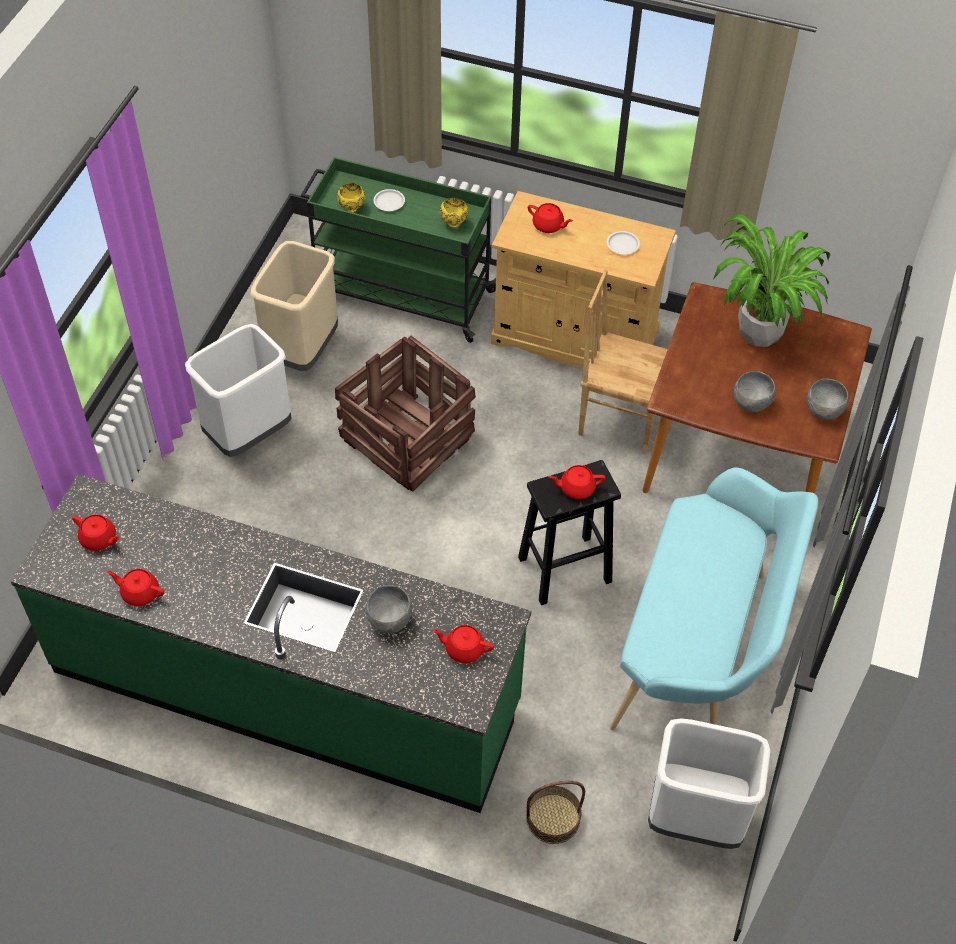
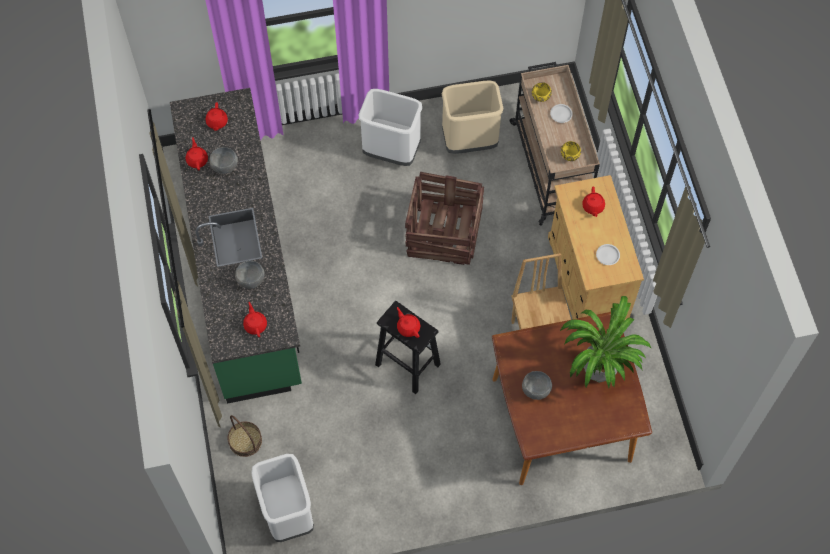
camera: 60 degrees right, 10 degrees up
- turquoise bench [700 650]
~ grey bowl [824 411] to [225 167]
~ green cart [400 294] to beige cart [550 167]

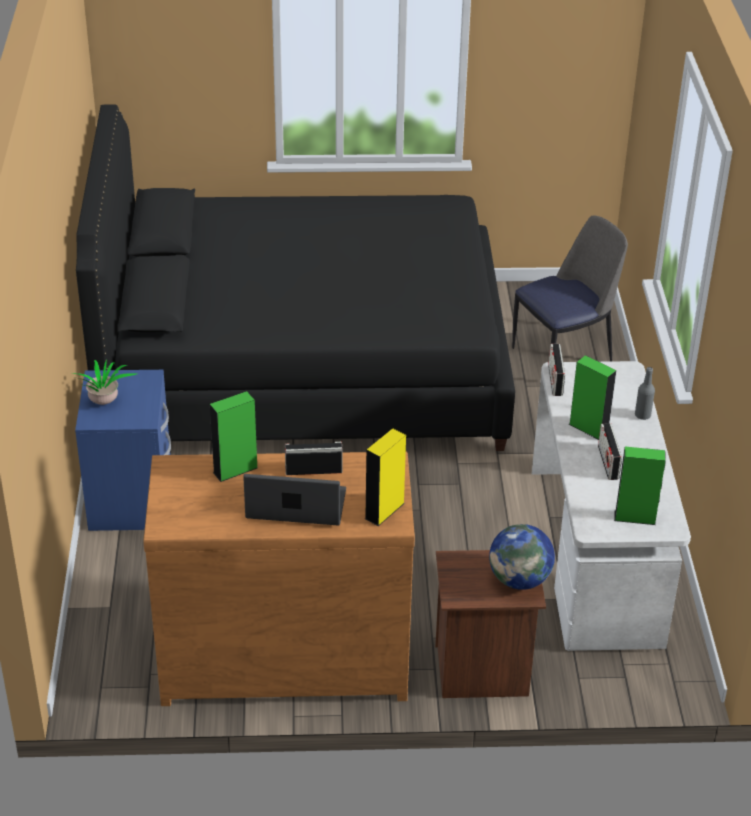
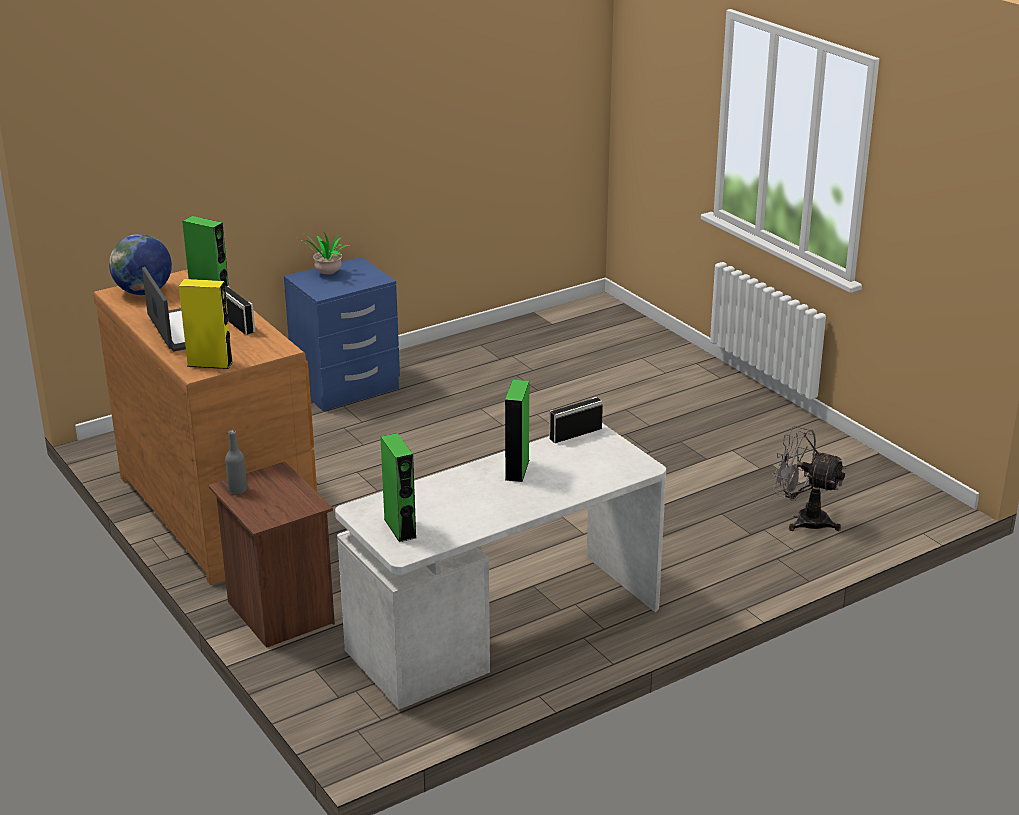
camera: 60 degrees right, 10 degrees down
- black bed [303 367]
- radio [608 462]
~ globe [519 580] to [144 292]
~ grey bottle [642 415] to [237 490]
~ chair [564 354] to grey fan [803 519]

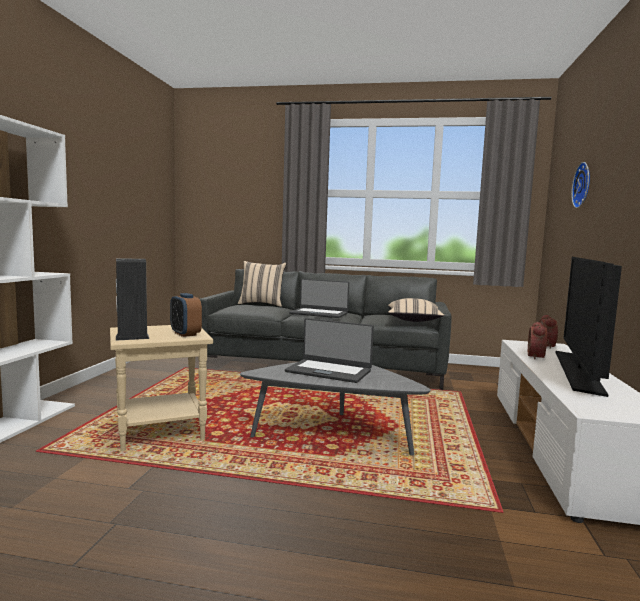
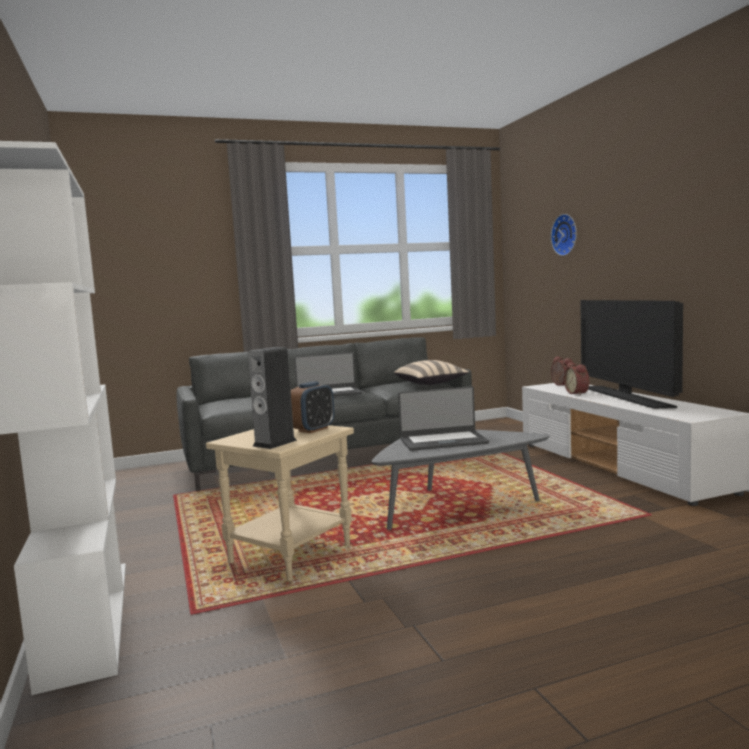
camera: 30 degrees left, 0 degrees up
- beige pillow [262 304]
~ alarm clock [185 334] = [313 429] 75 degrees counterclockwise

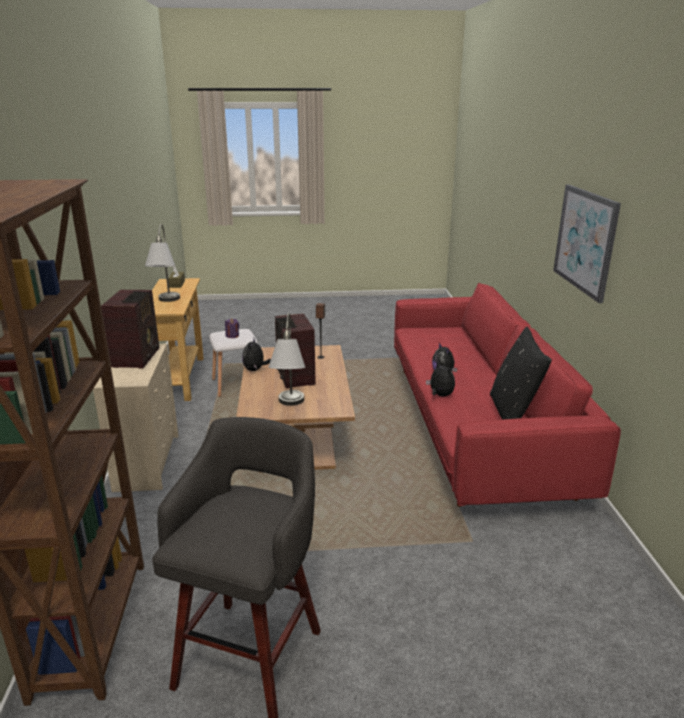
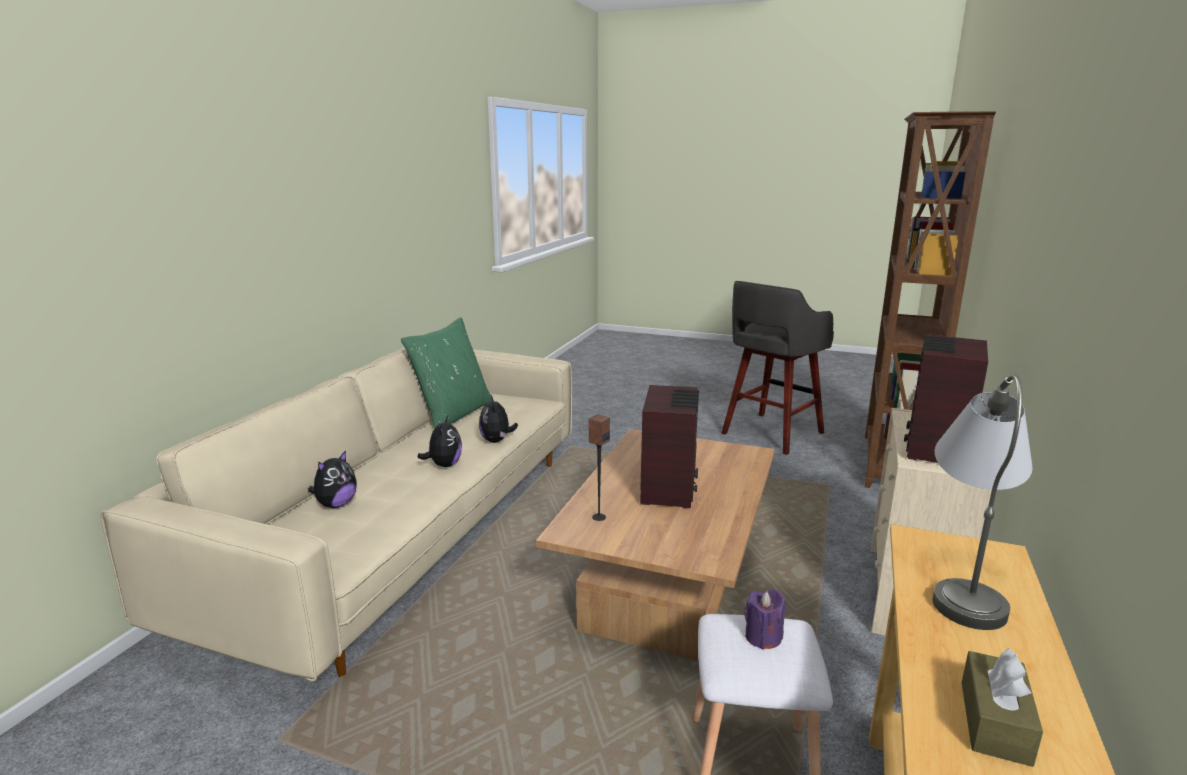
camera: 155 degrees left, 5 degrees down
- grey table lamp [289 408]
- picture [585 240]
~ plush toy [255 370] to [336 504]
~ red sofa [474 425] to beige sofa [409 531]
~ black pillow [513 413] to green pillow [453 414]

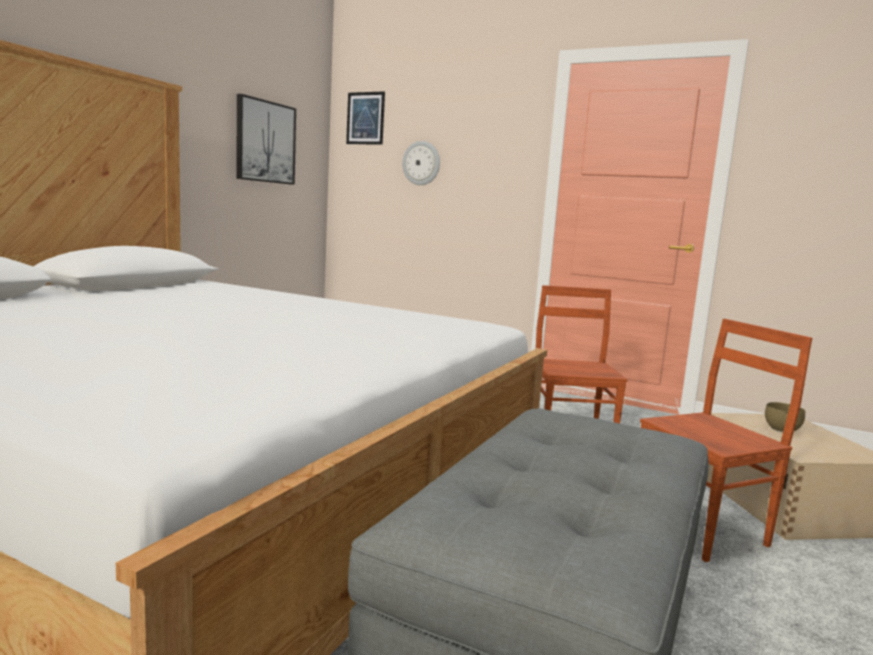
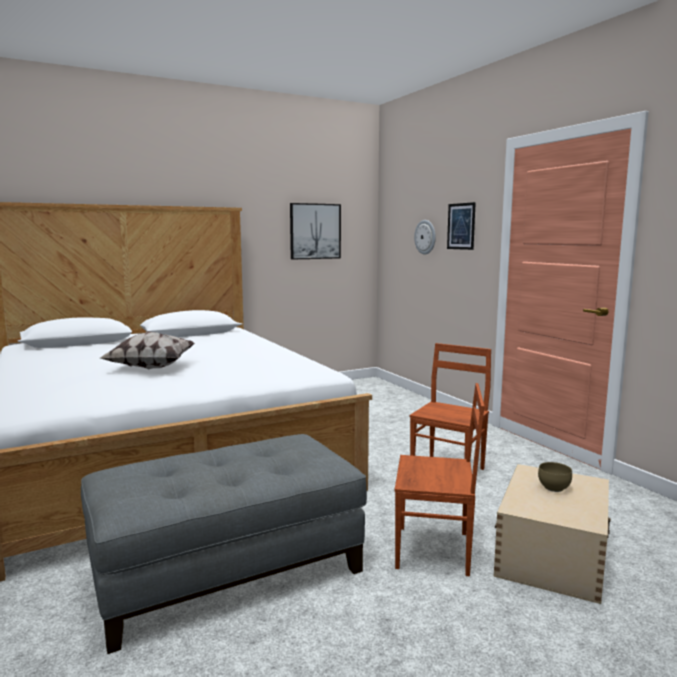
camera: 35 degrees right, 0 degrees up
+ pillow [150 367]
~ picture [365 118] to [461 226]

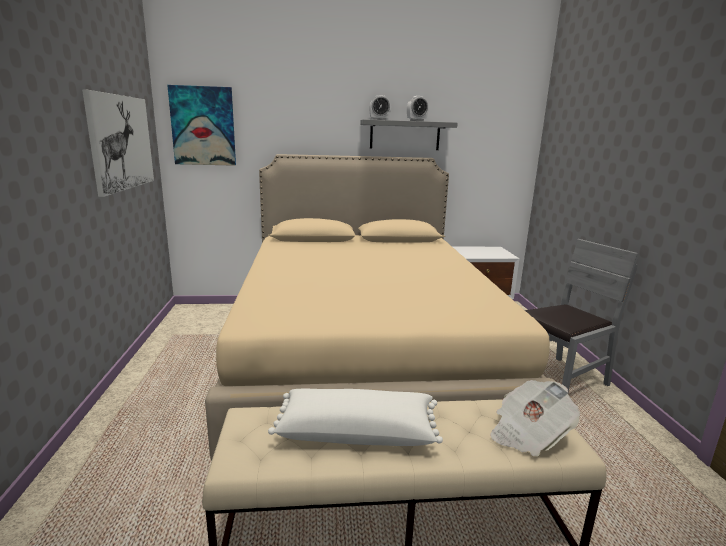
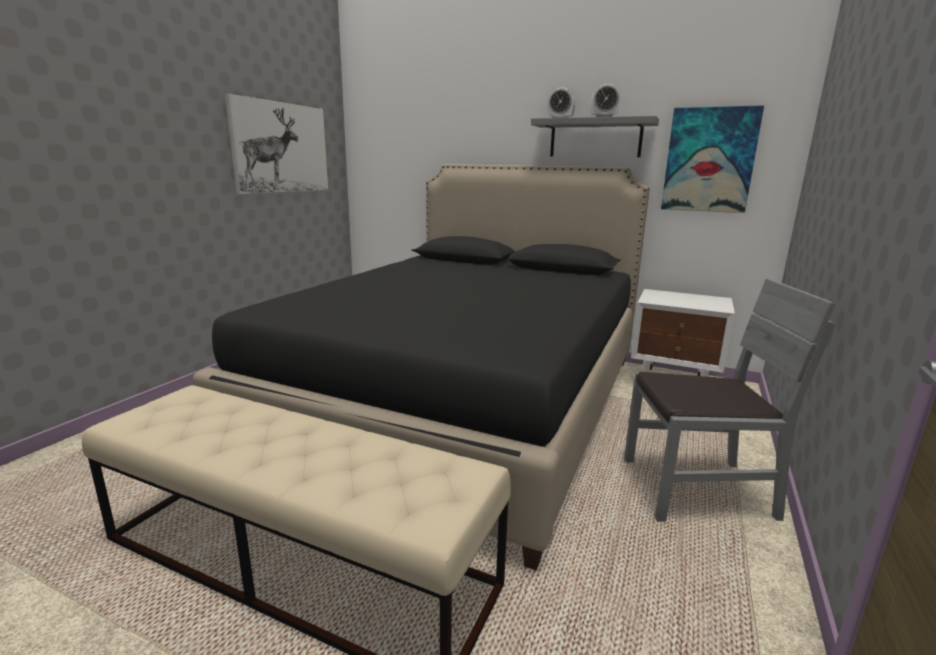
camera: 30 degrees right, 0 degrees up
- white pillow [357 432]
- newspaper [528 434]
~ picture [203 126] to [709 160]
~ beige bed [363 360] to black bed [463 402]

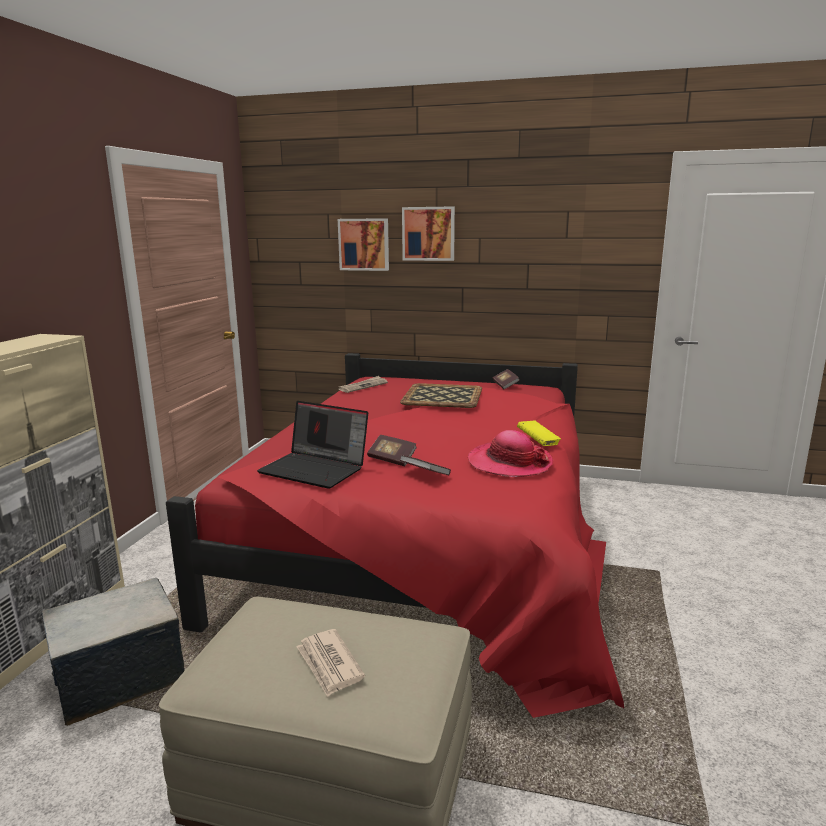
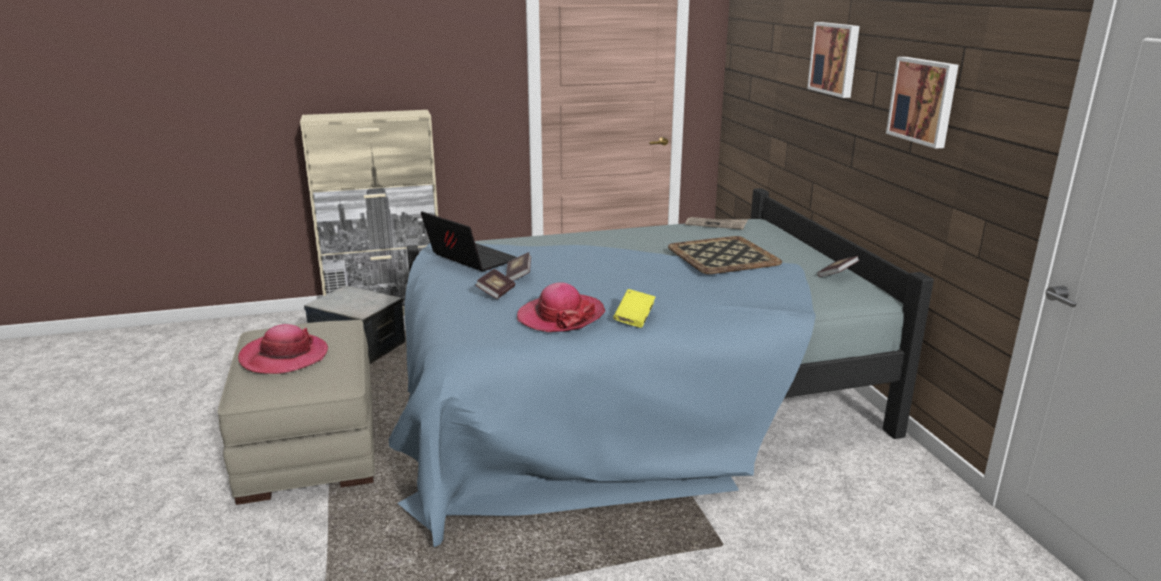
camera: 60 degrees right, 5 degrees up
~ picture [364 244] to [924 101]
~ newspaper [329 664] to hat [284 357]
~ red bed [430 544] to blue bed [626 395]
~ laptop [316 469] = [469 259] 135 degrees clockwise

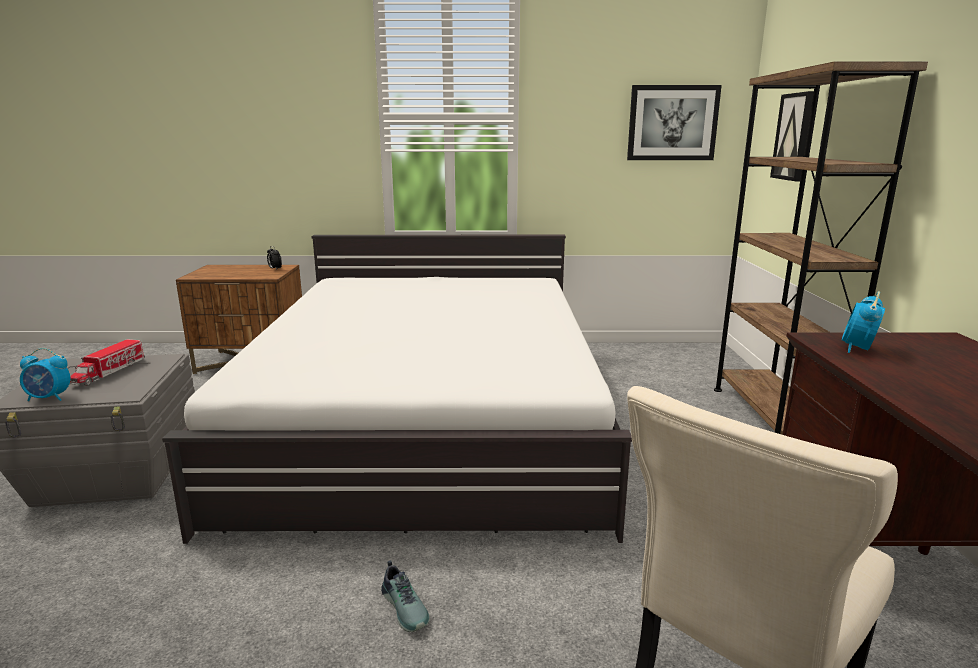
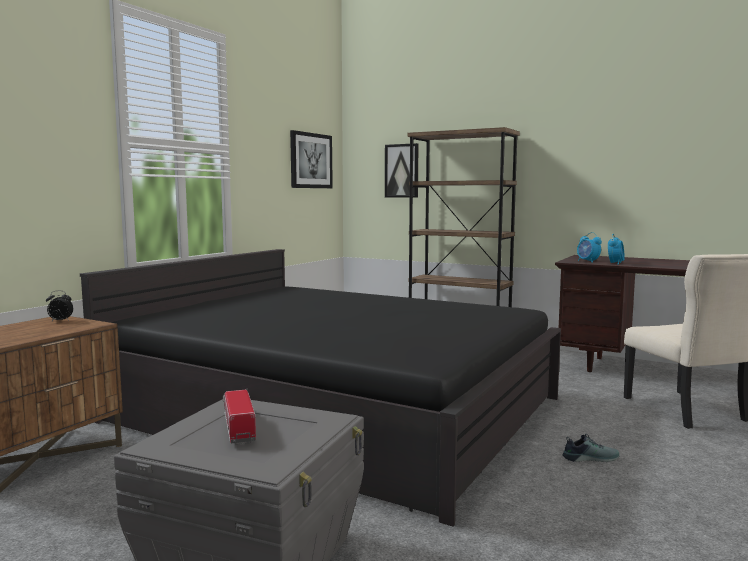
camera: 60 degrees left, 10 degrees down
~ alarm clock [49 398] to [615 263]
~ white bed [429 417] to black bed [335 409]
~ toy truck [109 372] = [238 425] 150 degrees counterclockwise

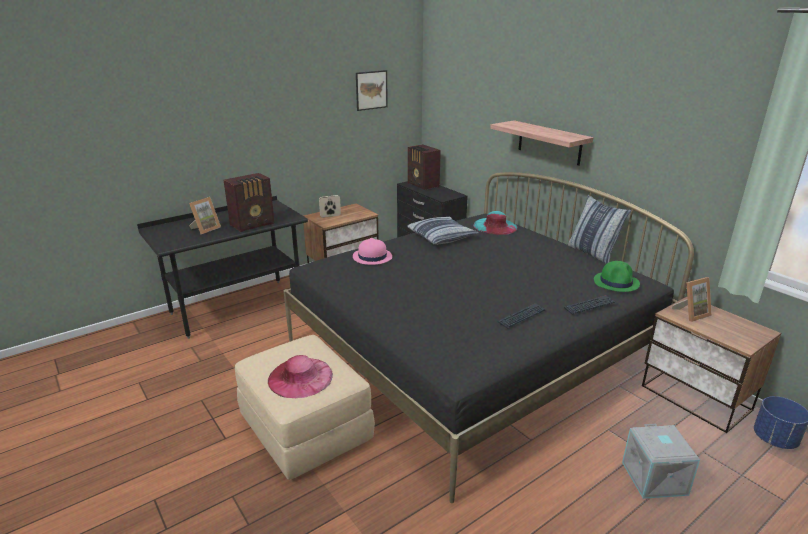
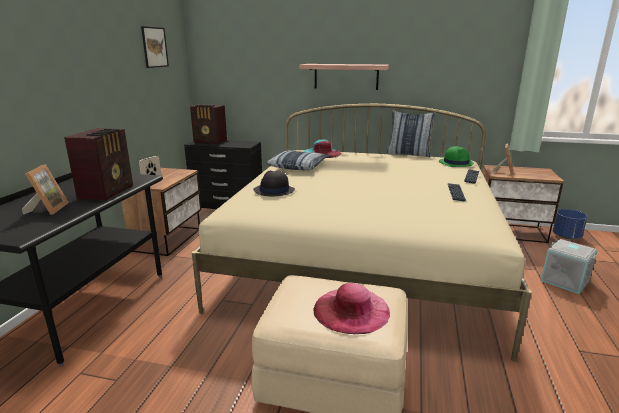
camera: 40 degrees left, 5 degrees down
~ black bed [471 352] to beige bed [364 258]
~ pink hat [372 257] to black hat [273 190]

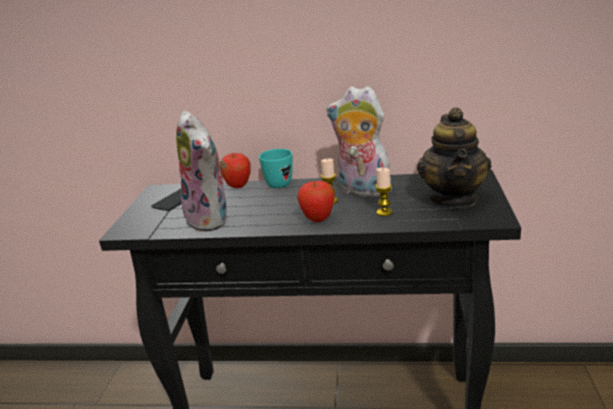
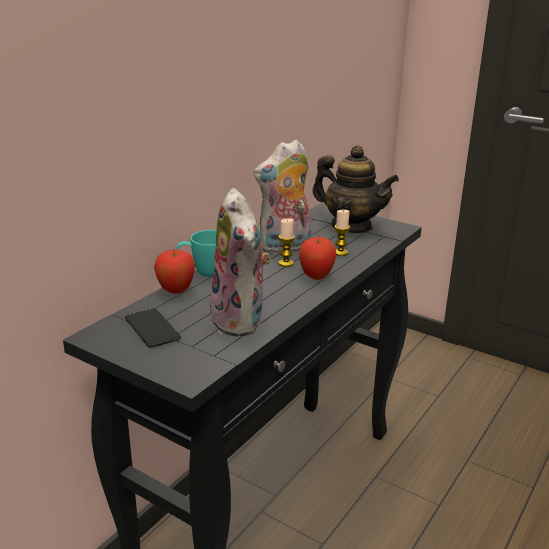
camera: 65 degrees left, 0 degrees up
~ plush toy [212 219] = [241 321] 75 degrees clockwise

